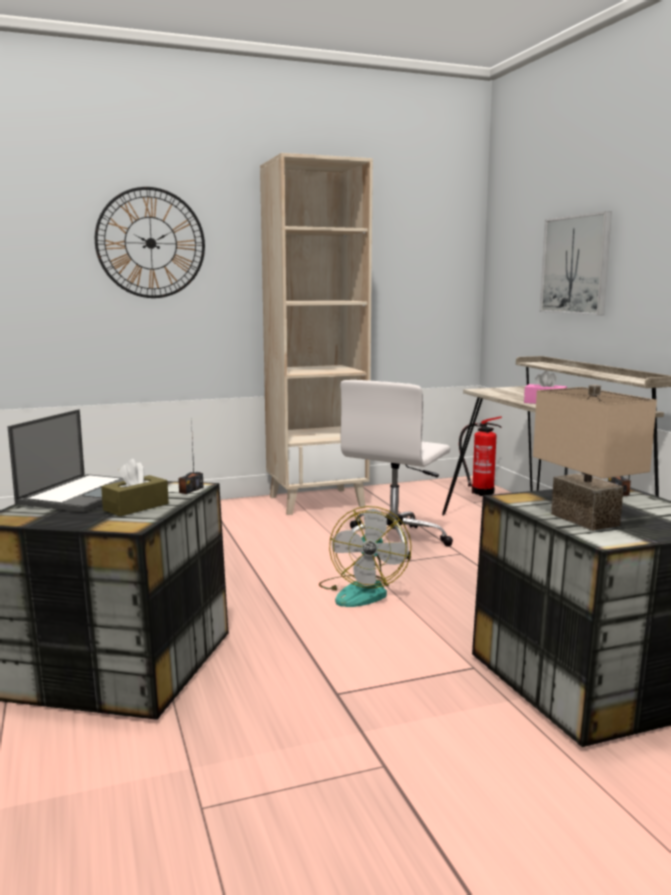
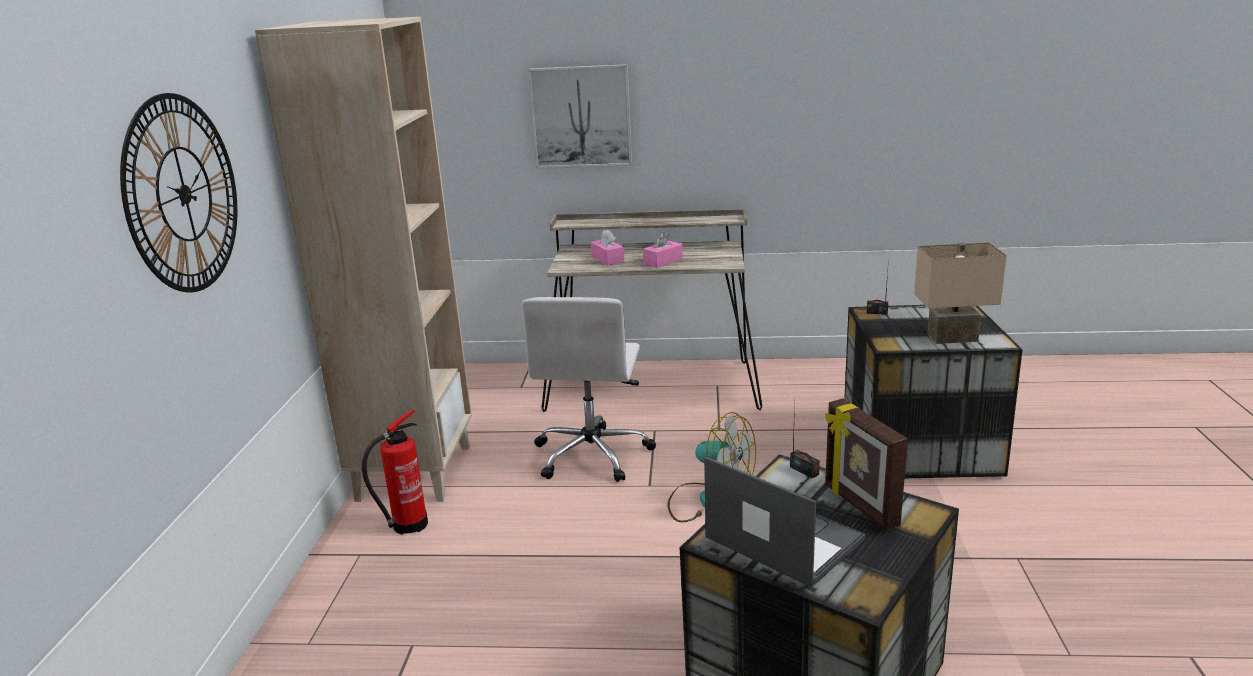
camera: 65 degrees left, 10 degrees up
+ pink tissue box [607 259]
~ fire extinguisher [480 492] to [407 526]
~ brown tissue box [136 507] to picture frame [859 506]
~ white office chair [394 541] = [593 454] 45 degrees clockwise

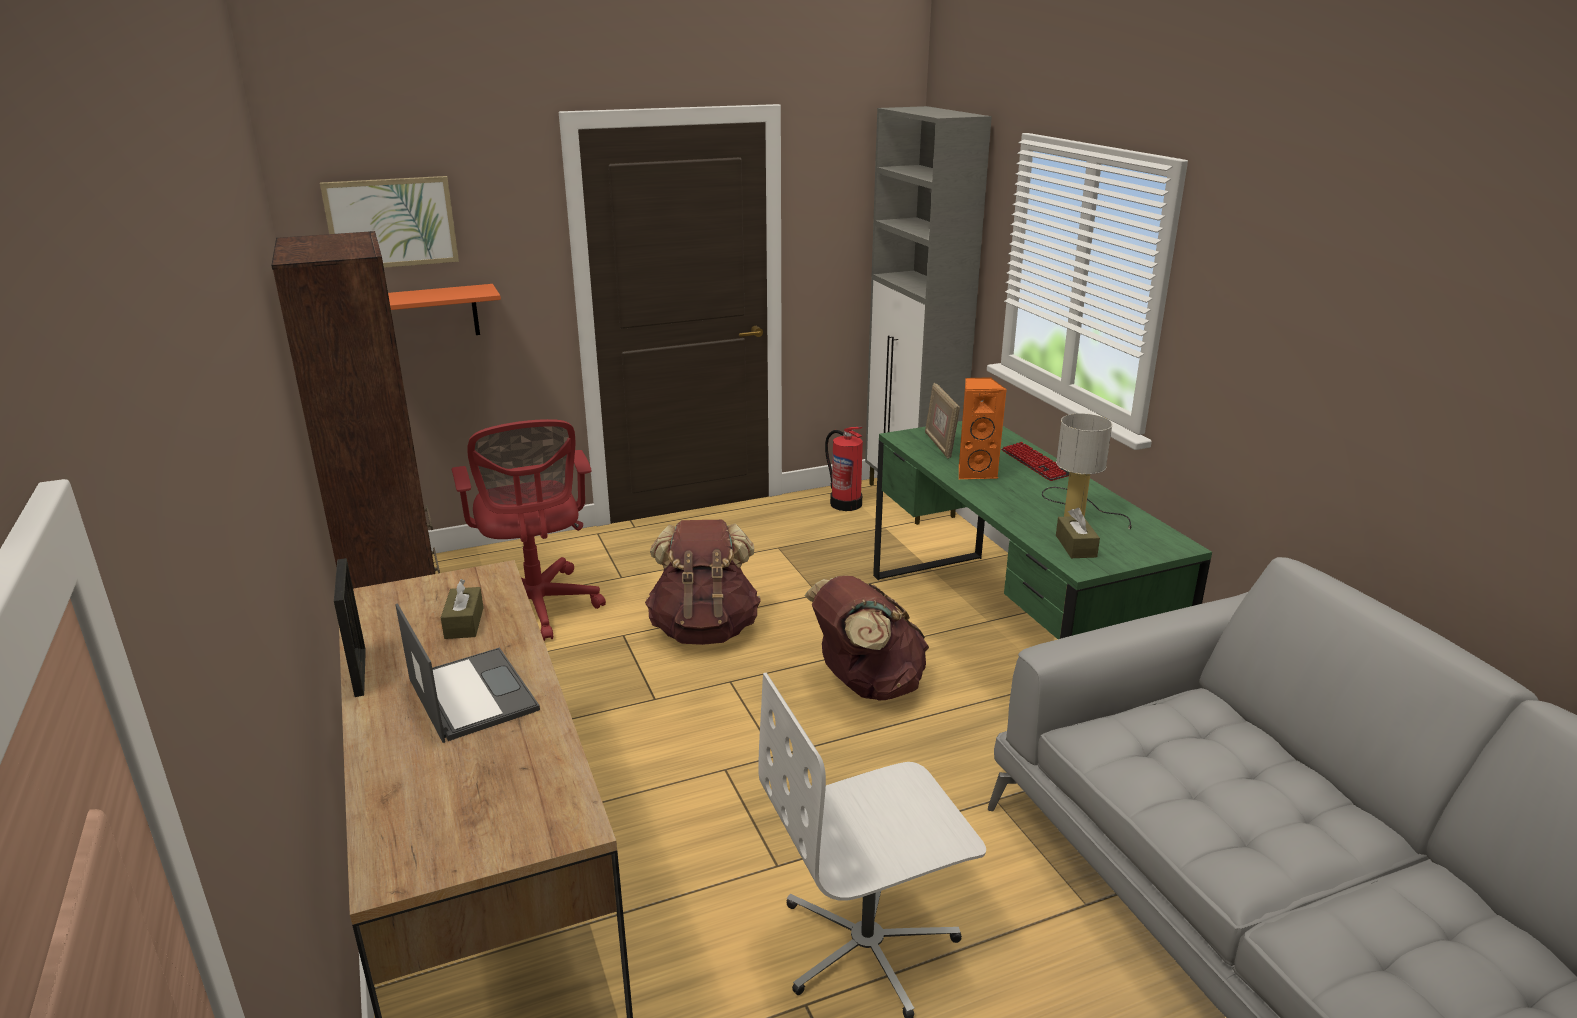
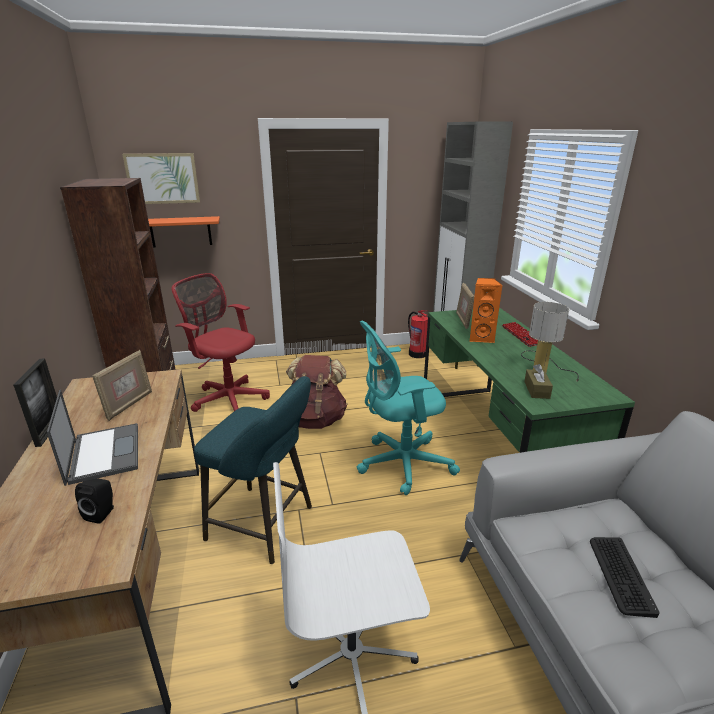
camera: 10 degrees right, 0 degrees up
+ black speaker [102 513]
+ turquoise stool [265 525]
+ keyboard [620 575]
~ brown tissue box [464 623] to picture frame [129 405]
~ brown backpack [866 685] to turquoise office chair [400 464]
~ red office chair [538 609] = [228 399] 135 degrees clockwise

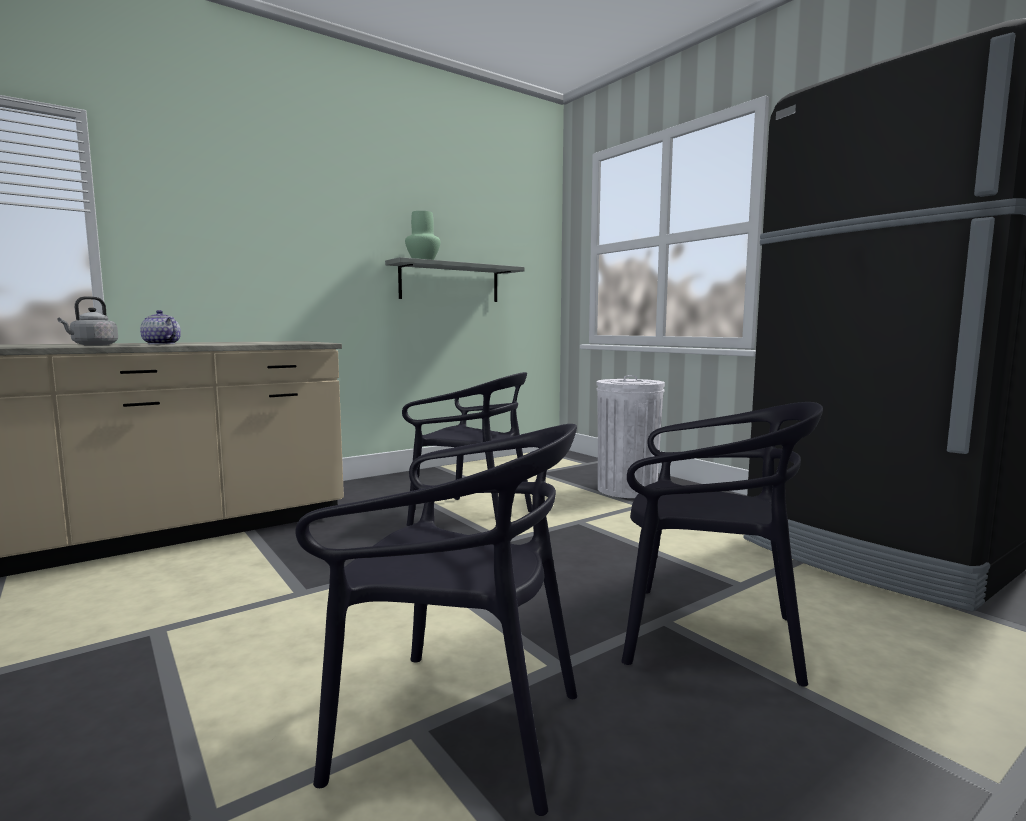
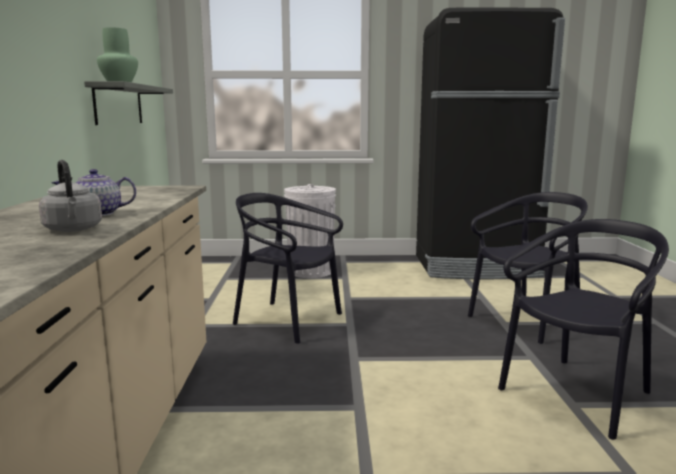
camera: 55 degrees left, 5 degrees up
~ black chair [472 517] = [287 321] 120 degrees counterclockwise

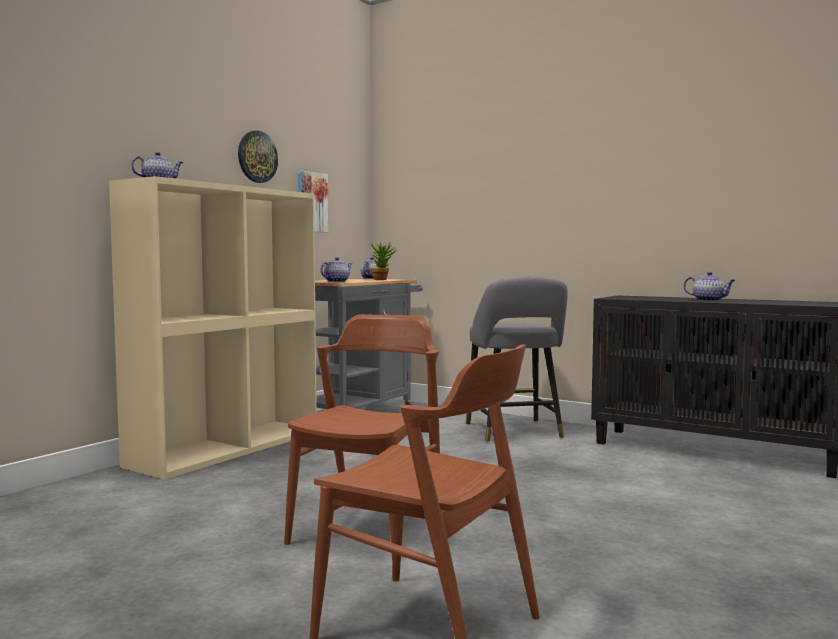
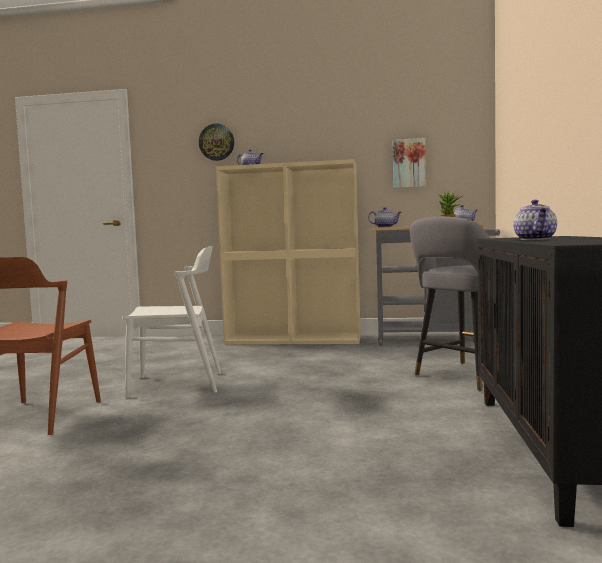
camera: 65 degrees right, 0 degrees up
~ wall clock [257 157] to [216 142]
~ brown chair [368 527] to white chair [177 384]

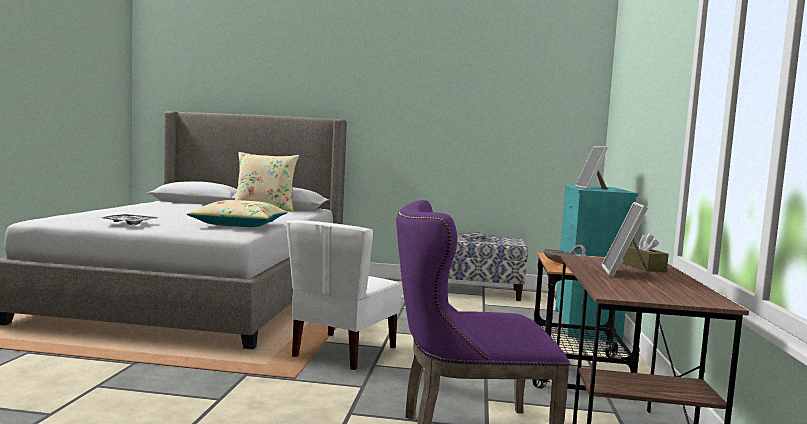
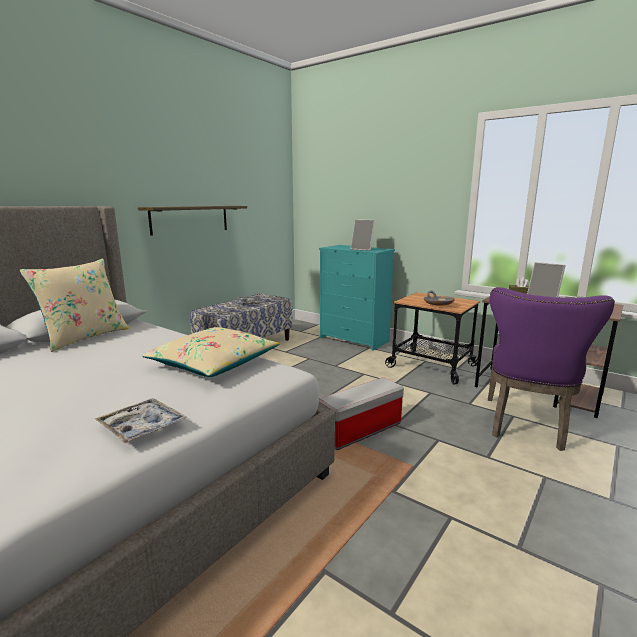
camera: 60 degrees left, 10 degrees up
+ shelf [190 219]
~ white chair [343 352] to storage box [360 430]

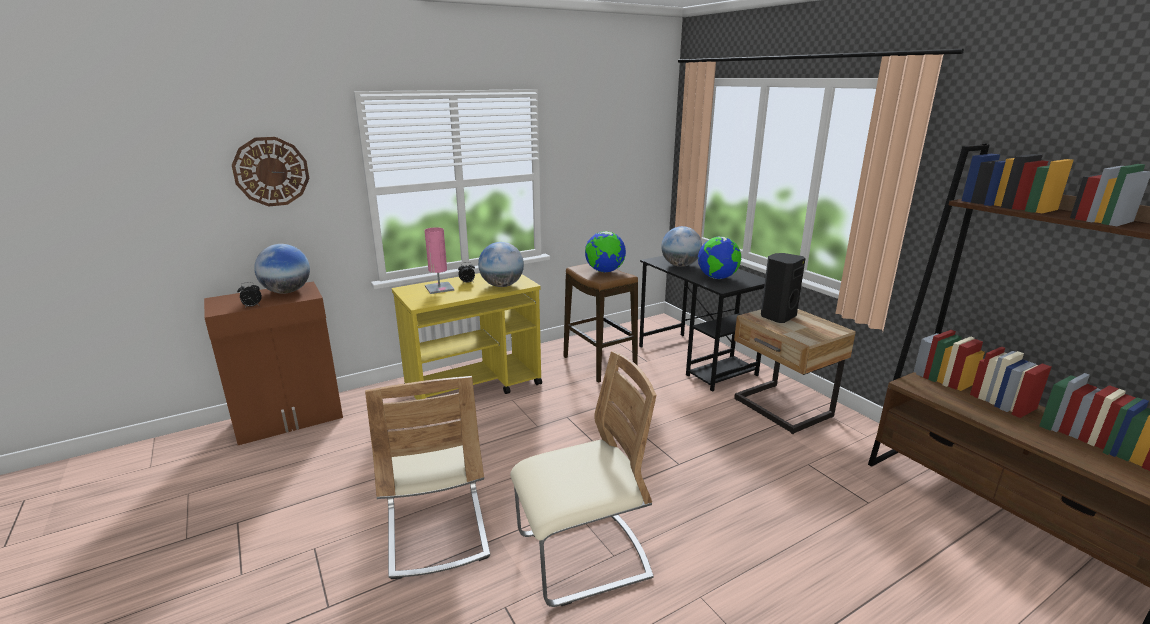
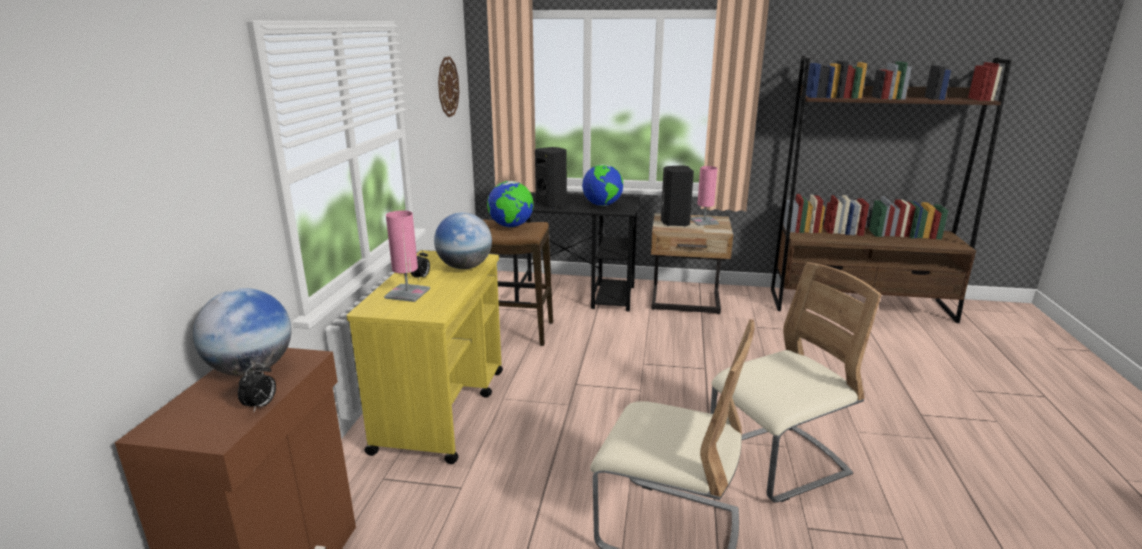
camera: 50 degrees left, 0 degrees up
+ pink table lamp [704 221]
~ wall clock [271 171] to [447 87]
~ globe [680 265] to black speaker [552 204]
~ beige chair [582 557] = [777 462] 45 degrees clockwise

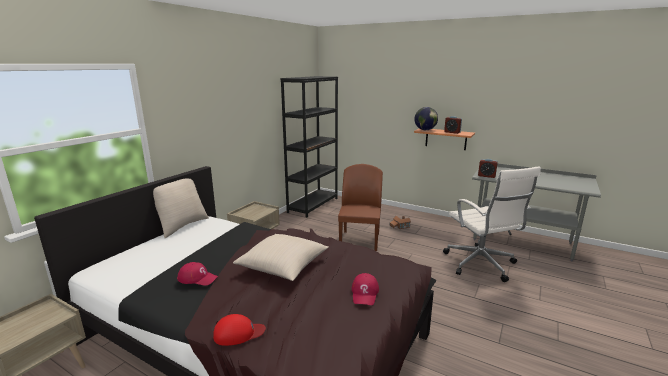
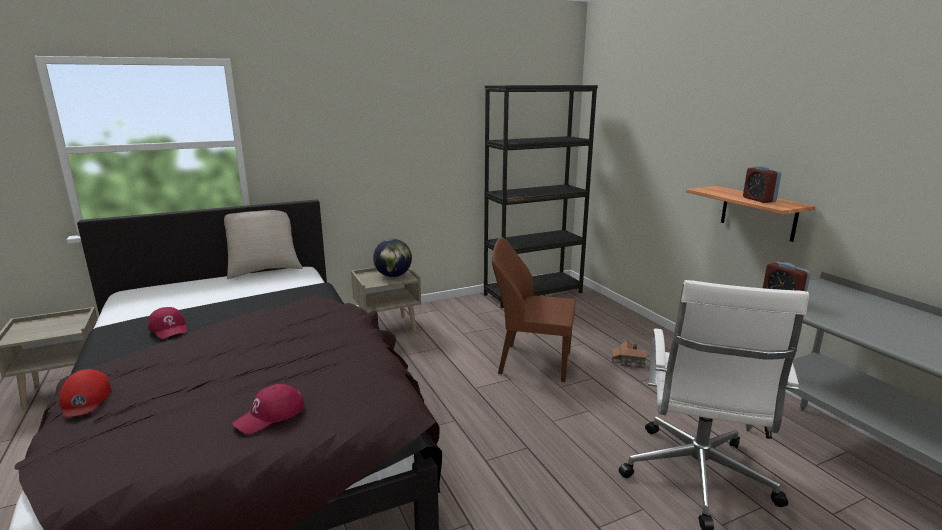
camera: 35 degrees right, 0 degrees up
- beige pillow [283 266]
~ globe [425 130] to [393 276]
~ red cap [238 333] = [85 399] 45 degrees clockwise
~ brown chair [360 240] = [532 362] 120 degrees counterclockwise

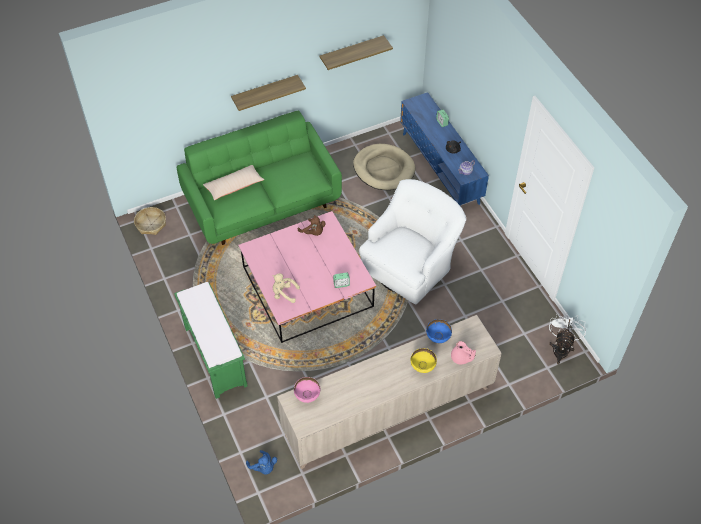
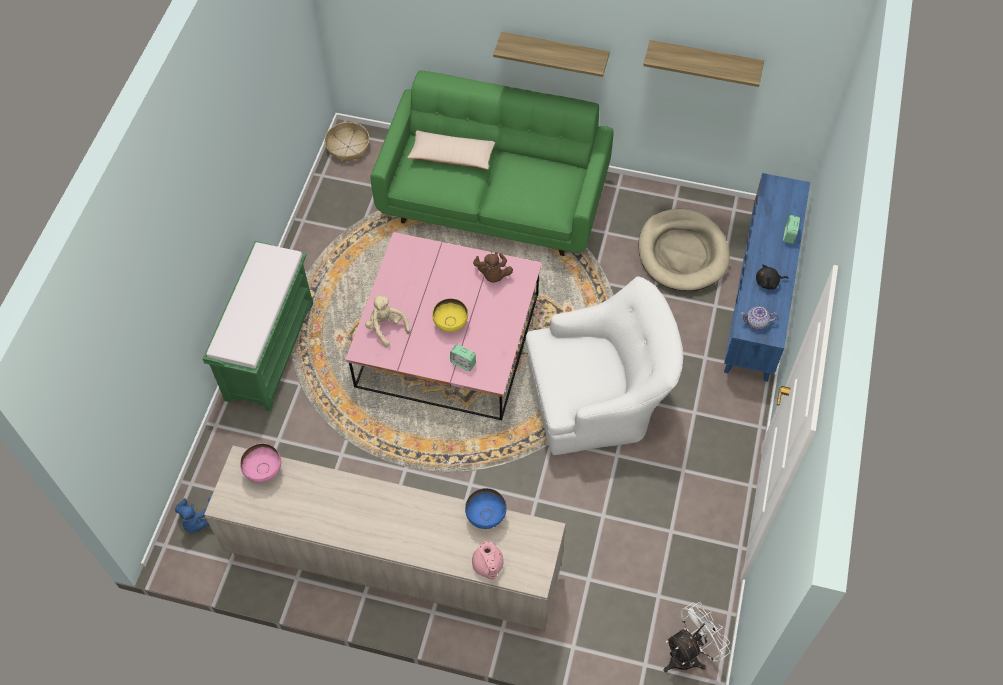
camera: 40 degrees right, 5 degrees up
~ yellow bowl [423 367] to [451 324]

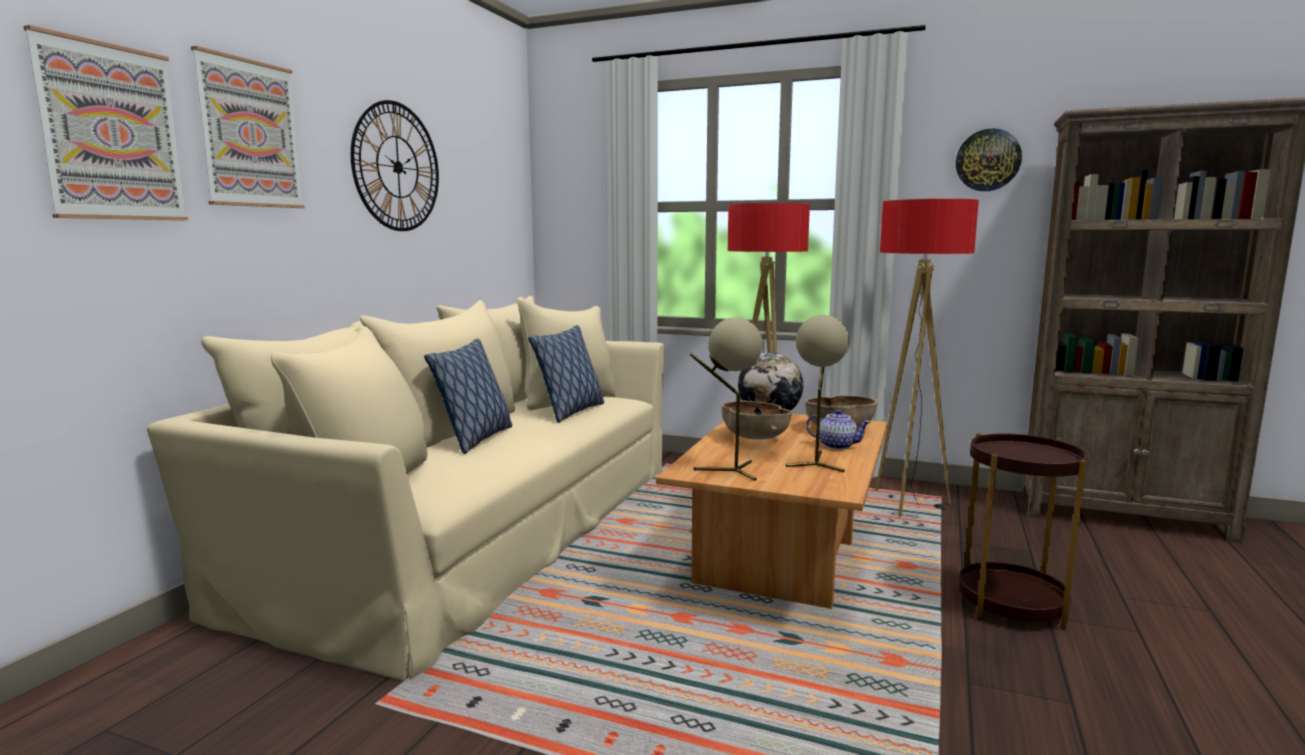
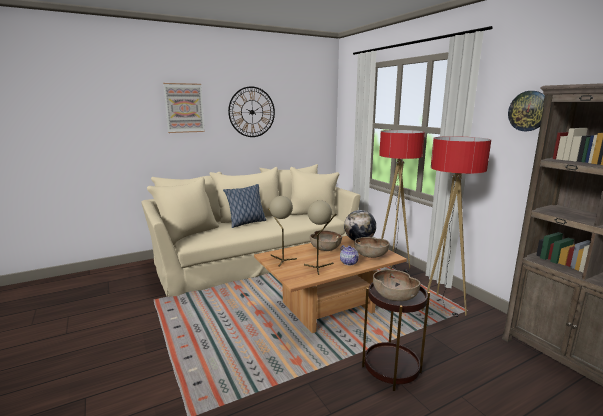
camera: 40 degrees right, 5 degrees up
- picture [111 133]
- pillow [570 412]
+ brown bowl [394 297]

